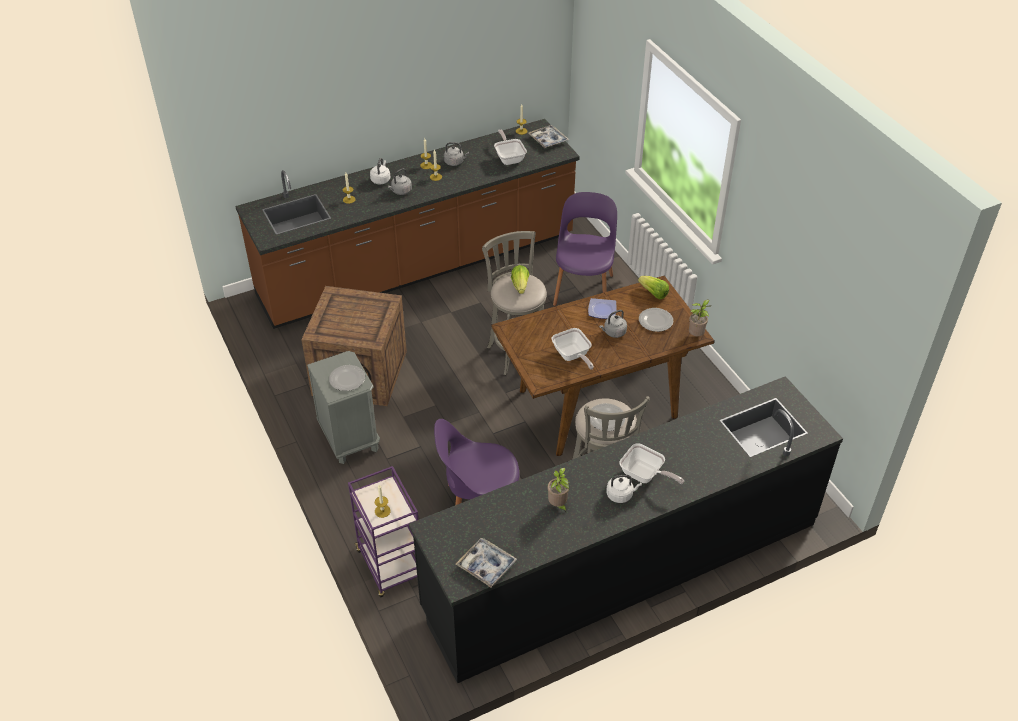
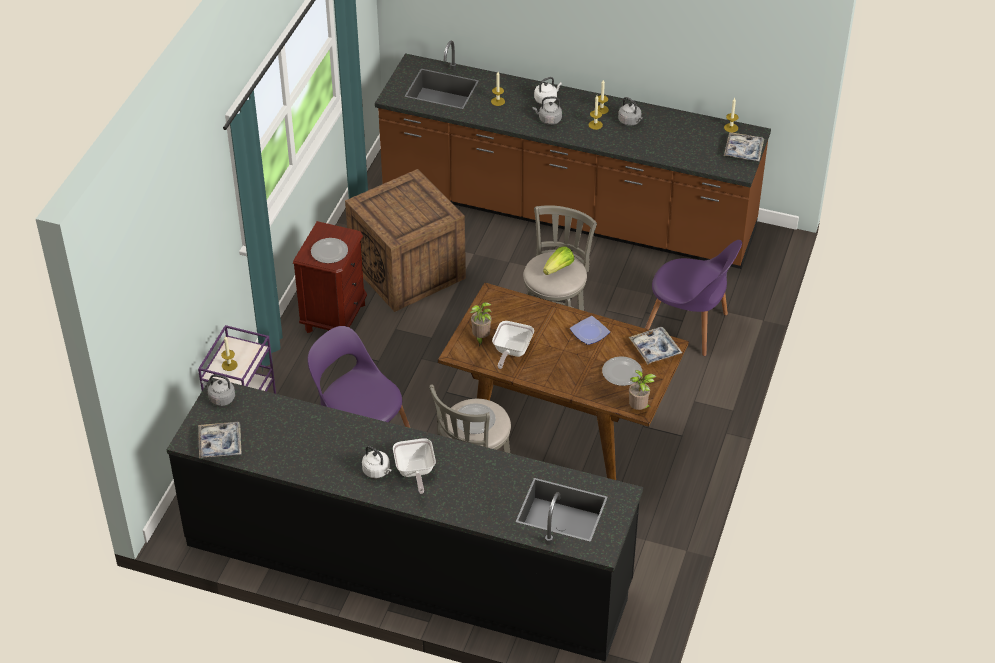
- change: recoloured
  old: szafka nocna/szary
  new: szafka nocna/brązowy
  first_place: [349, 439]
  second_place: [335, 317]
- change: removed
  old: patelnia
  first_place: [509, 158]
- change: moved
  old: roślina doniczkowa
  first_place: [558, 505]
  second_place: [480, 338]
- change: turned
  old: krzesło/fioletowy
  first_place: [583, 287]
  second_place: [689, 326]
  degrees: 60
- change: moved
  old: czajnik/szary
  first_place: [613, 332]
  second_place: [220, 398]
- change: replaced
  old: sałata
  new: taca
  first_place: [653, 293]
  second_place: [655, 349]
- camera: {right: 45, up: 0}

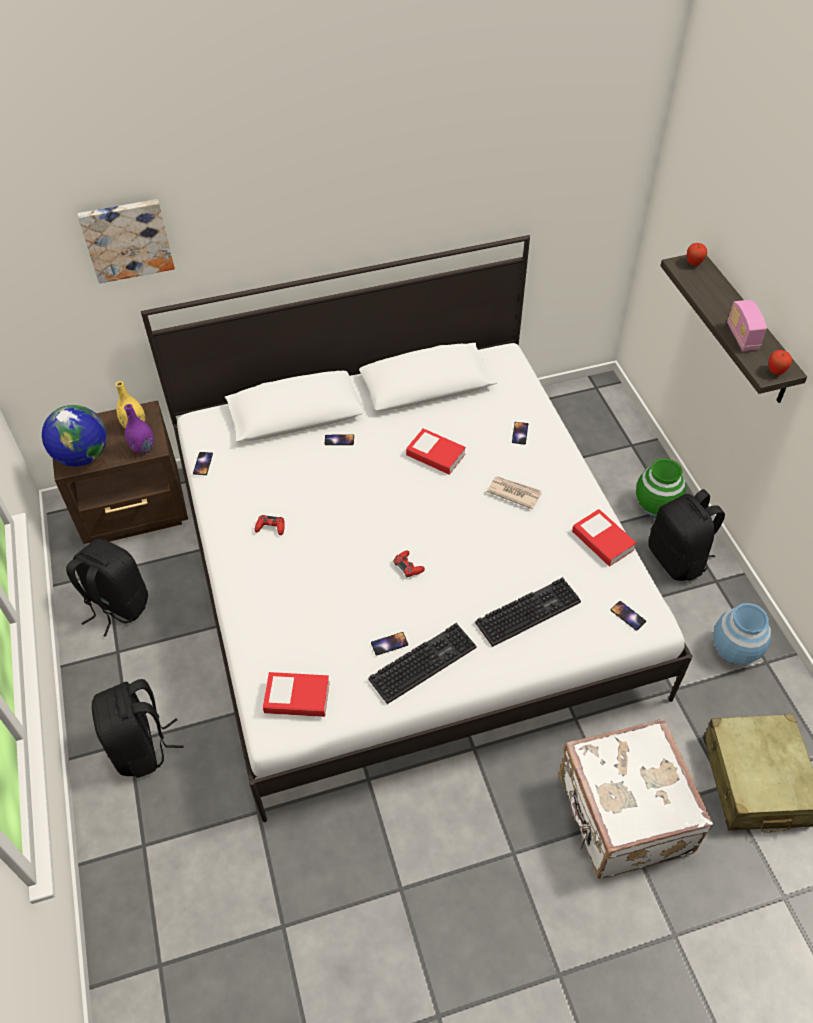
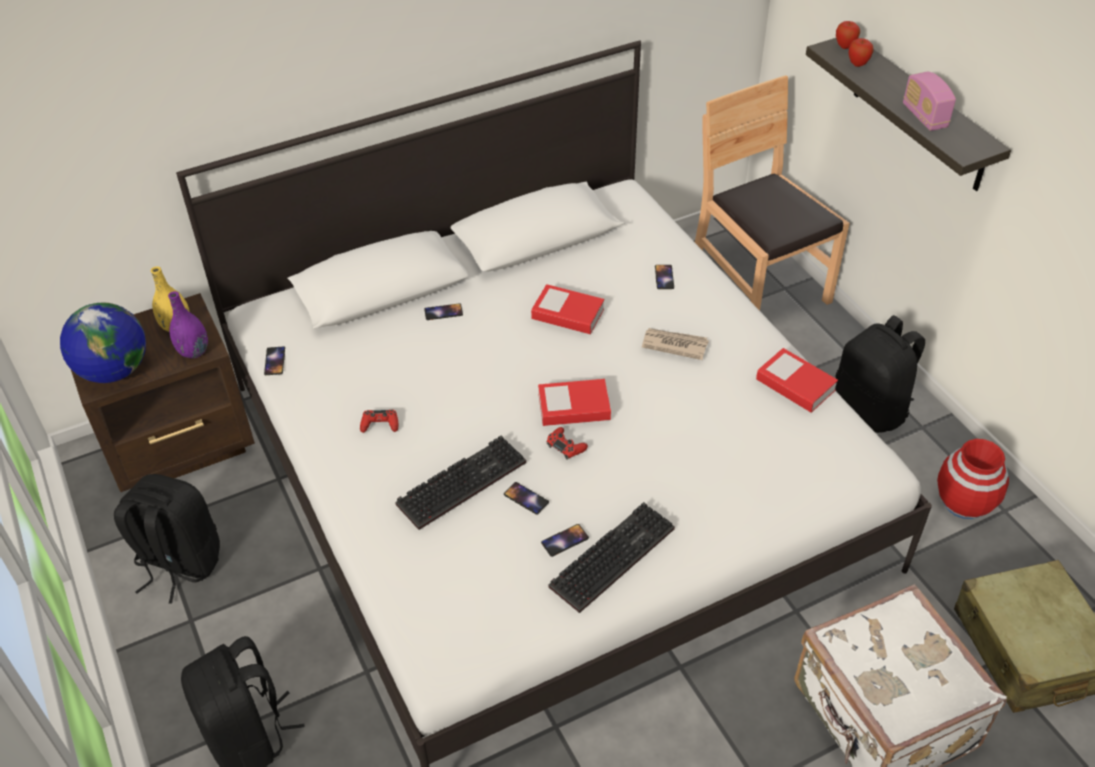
- change: removed
  old: obraz
  first_place: [127, 239]
- change: moved
  old: książka
  first_place: [297, 697]
  second_place: [574, 407]
- change: moved
  old: klawiatura
  first_place: [528, 610]
  second_place: [462, 481]
- change: moved
  old: telefon
  first_place: [628, 616]
  second_place: [526, 498]
- change: removed
  old: wazon/zielony
  first_place: [655, 505]
- change: recoloured
  old: wazon/niebieski
  new: wazon/czerwony
  first_place: [734, 649]
  second_place: [964, 502]
- change: moved
  old: jabłko
  first_place: [776, 372]
  second_place: [858, 64]
- change: added
  new: krzesło/brązowy
  second_place: [758, 286]
- camera: {right: -10, up: -5}

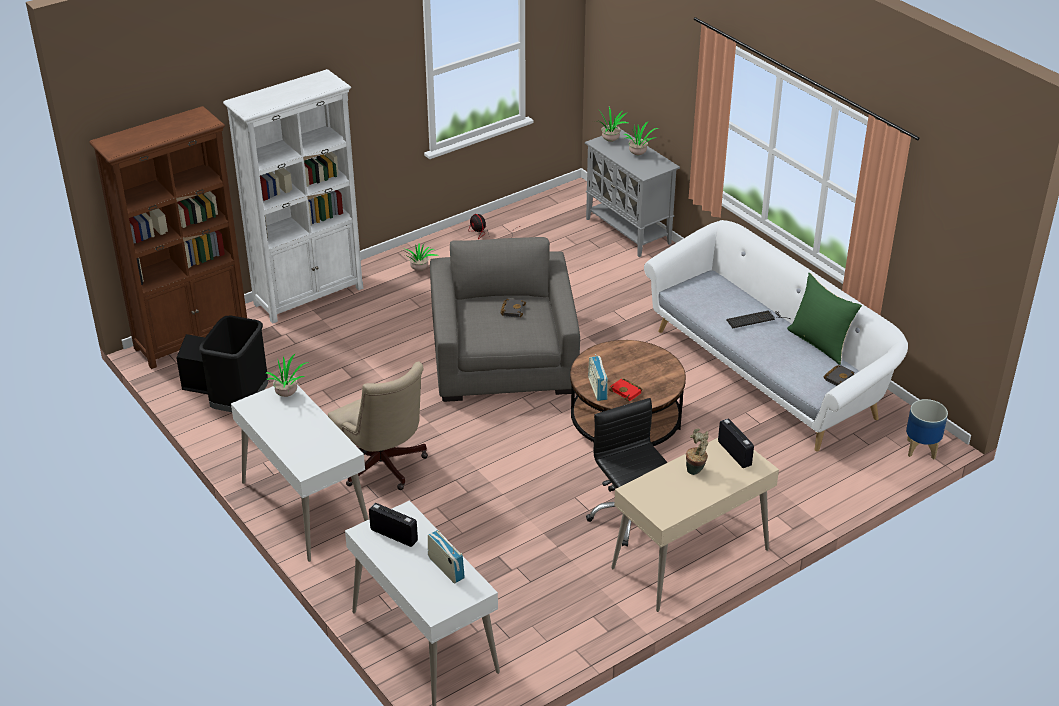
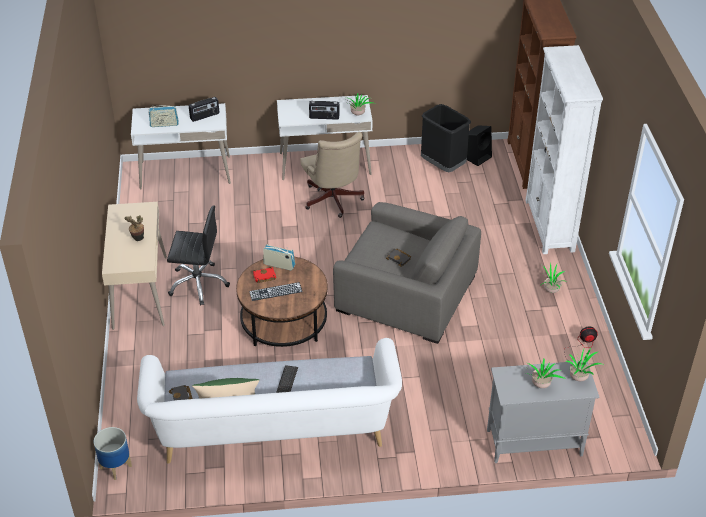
- change: turned
  old: krzesło biurowe/beżowy
  first_place: [383, 468]
  second_place: [333, 201]
  degrees: -105
- change: moved
  old: radio
  first_place: [735, 453]
  second_place: [324, 117]
- change: added
  new: klawiatura
  second_place: [275, 291]
- camera: {right: 120, up: 5}

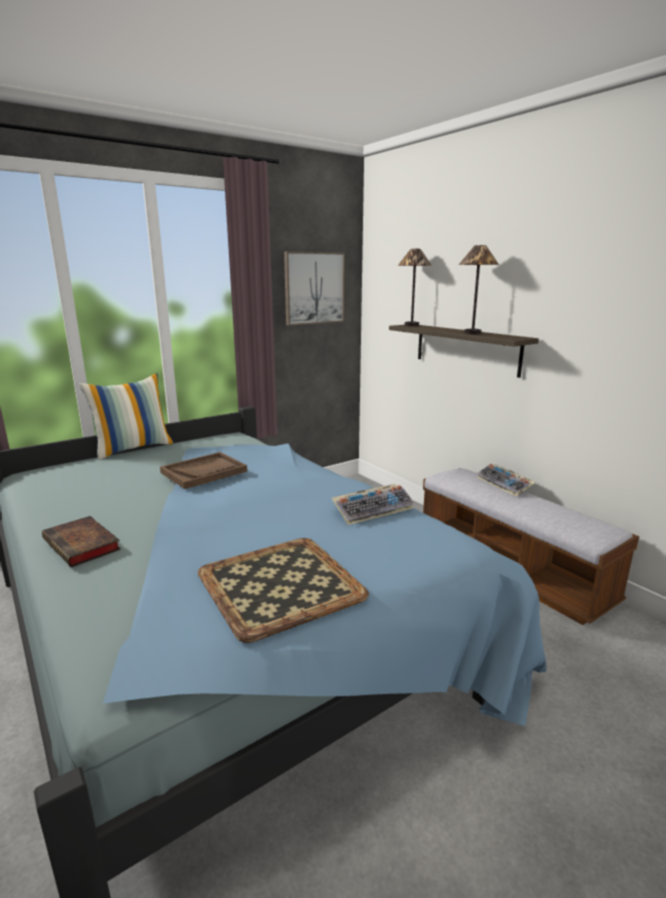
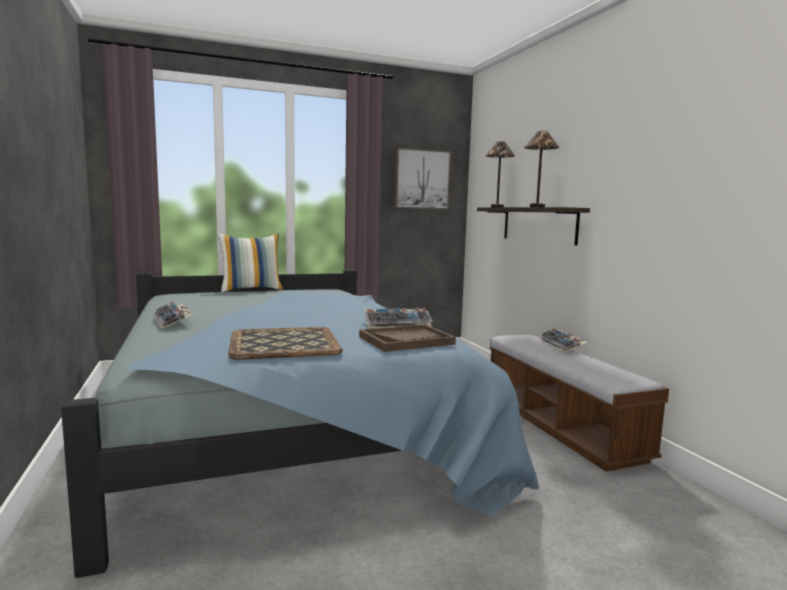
- change: replaced
  old: książka
  new: klawiatura
  first_place: [83, 545]
  second_place: [173, 321]
- change: moved
  old: taca/brązowy
  first_place: [204, 472]
  second_place: [406, 340]
- camera: {right: 15, up: -10}

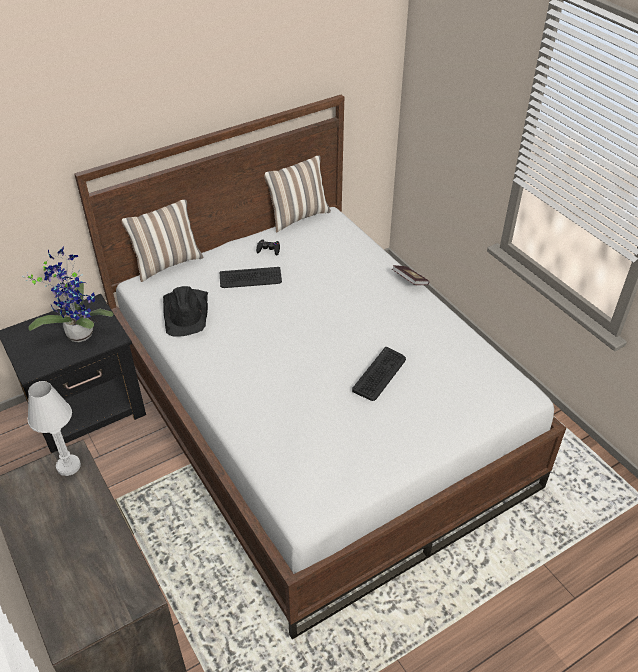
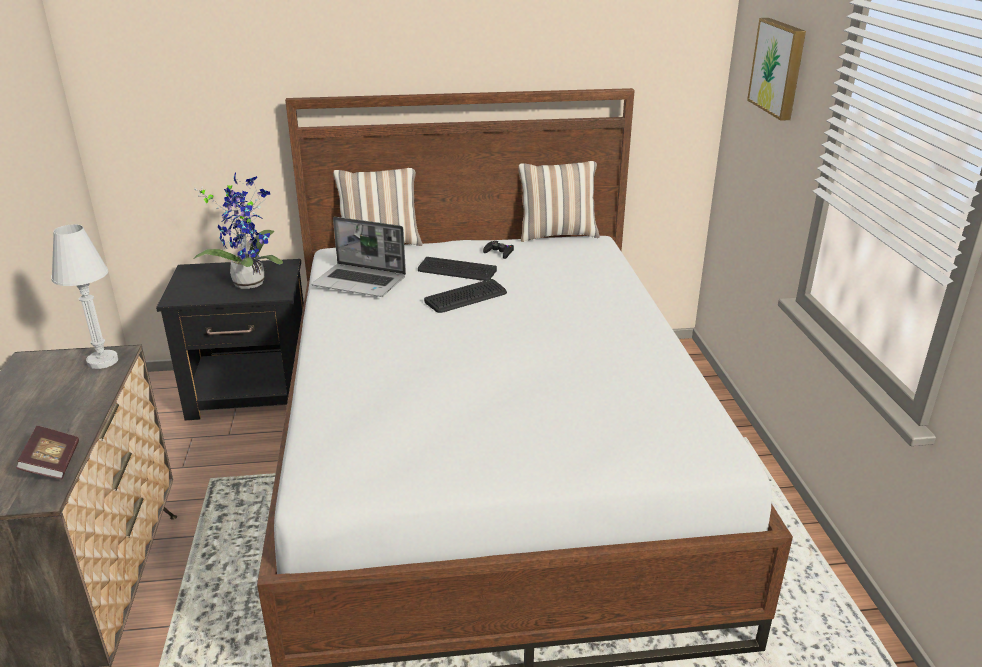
- change: replaced
  old: kapelusz/czarny
  new: laptop
  first_place: [187, 313]
  second_place: [361, 282]
- change: moved
  old: klawiatura
  first_place: [380, 374]
  second_place: [466, 297]
- change: moved
  old: książka
  first_place: [409, 281]
  second_place: [53, 464]
- change: added
  new: obraz
  second_place: [779, 67]
- camera: {right: 25, up: -15}

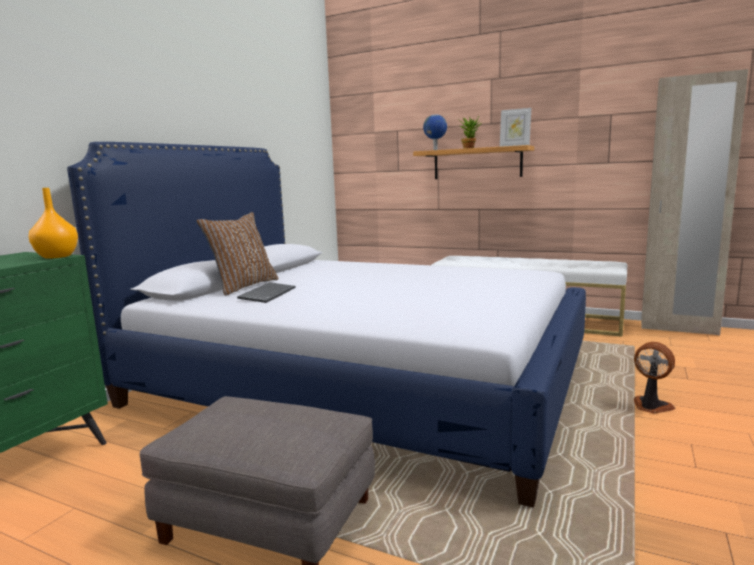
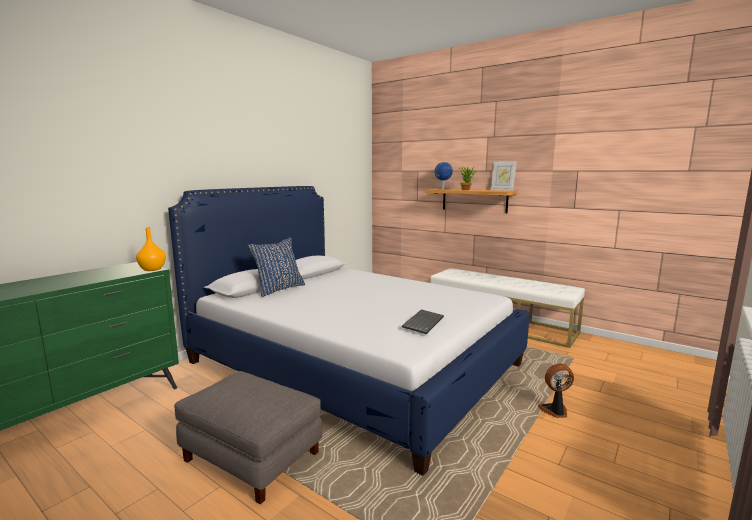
- change: recoloured
  old: poduszka/brązowy
  new: poduszka/niebieski
  first_place: [243, 286]
  second_place: [278, 289]
- change: moved
  old: klawiatura
  first_place: [267, 294]
  second_place: [422, 322]
- change: turned
  old: wentylator
  first_place: [650, 407]
  second_place: [555, 411]
  degrees: -60
- change: removed
  old: szafa/beżowy
  first_place: [678, 328]
- camera: {right: 10, up: 0}

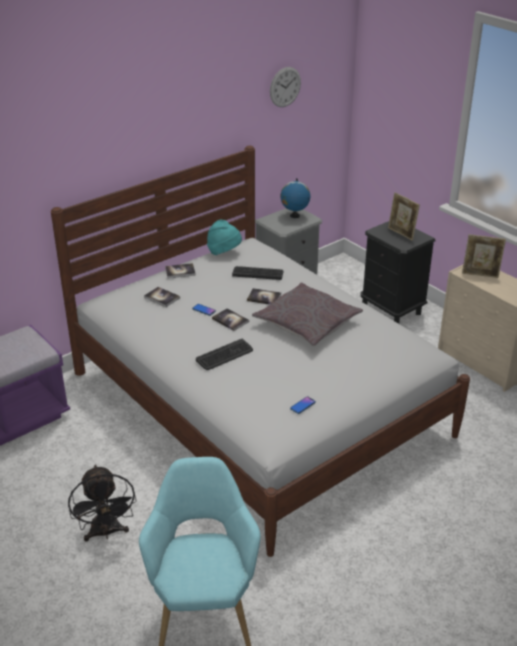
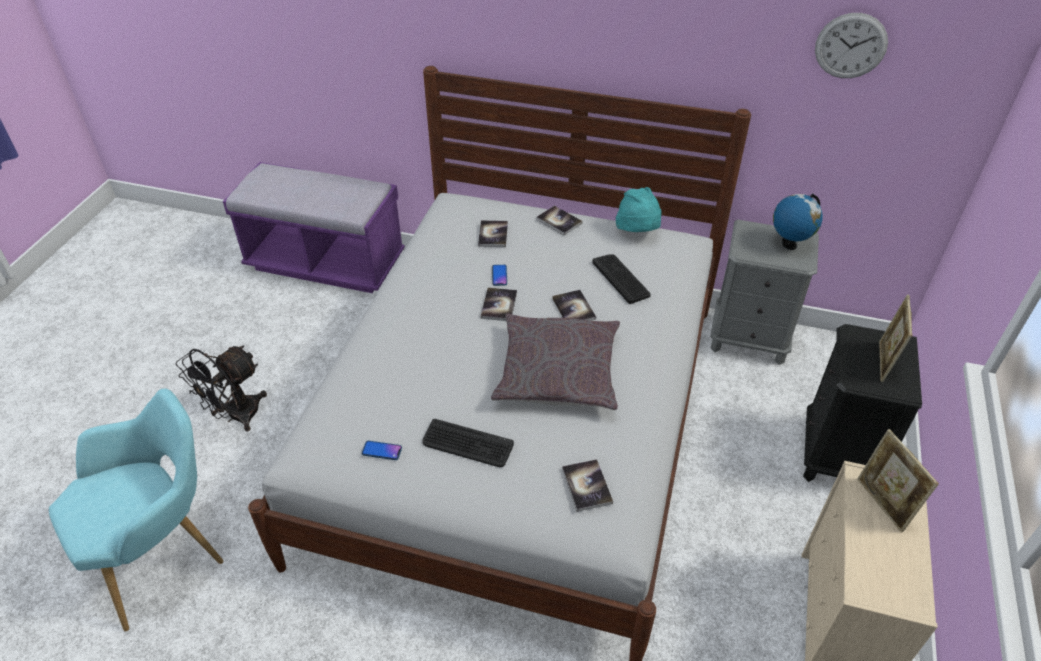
- change: moved
  old: klawiatura
  first_place: [224, 355]
  second_place: [467, 444]
- change: added
  new: książka
  second_place: [587, 486]
- camera: {right: 55, up: 10}

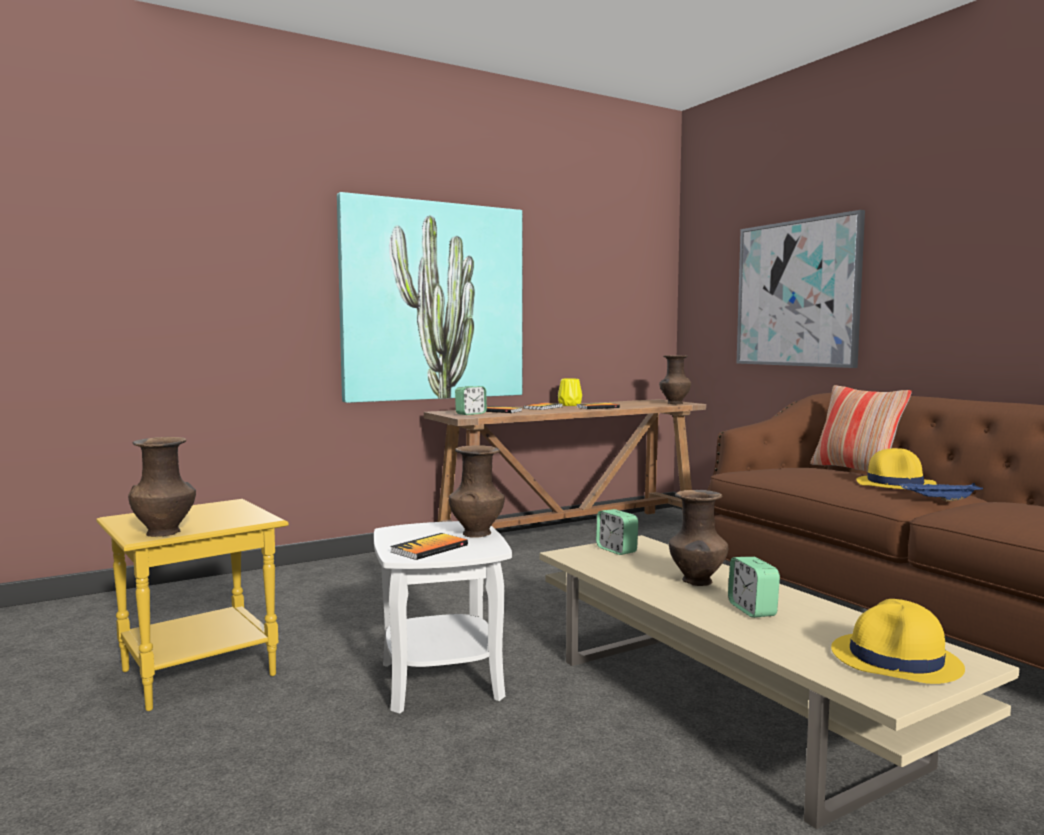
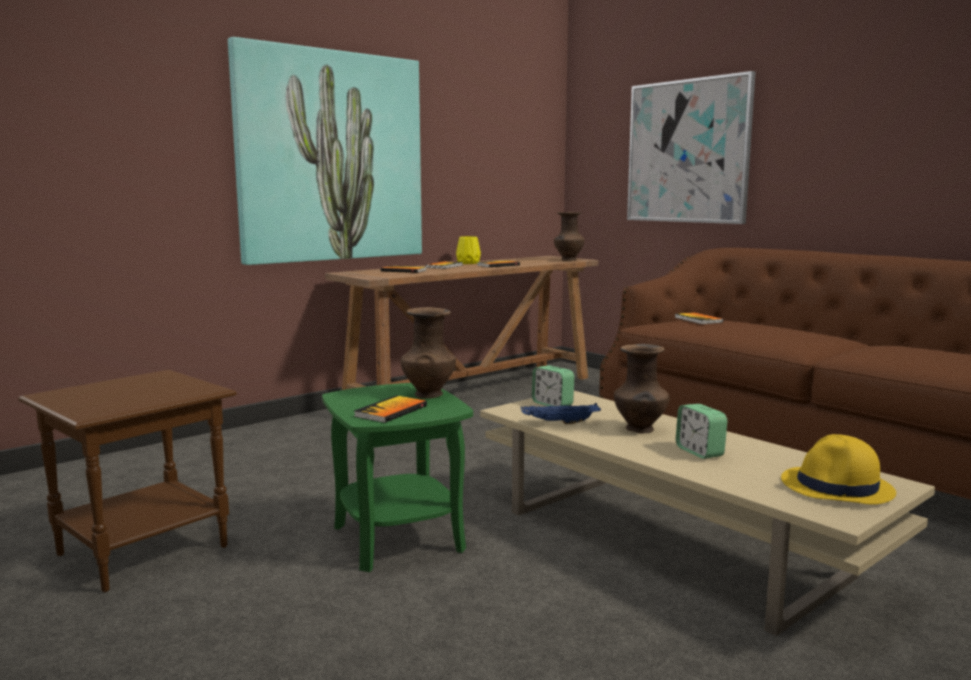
- change: recoloured
  old: stolik/żółty
  new: stolik/brązowy
  first_place: [196, 673]
  second_place: [141, 551]
- change: removed
  old: wazon/brązowy
  first_place: [165, 533]
- change: recoloured
  old: stolik/biały
  new: stolik/zielony
  first_place: [440, 680]
  second_place: [397, 538]
- change: removed
  old: budzik
  first_place: [471, 414]
- change: removed
  old: poduszka
  first_place: [855, 470]
- change: removed
  old: kapelusz/żółty
  first_place: [896, 484]
- change: moved
  old: taca/niebieski
  first_place: [939, 500]
  second_place: [559, 423]
- change: added
  new: książka
  second_place: [698, 320]
- camera: {right: -10, up: 5}

